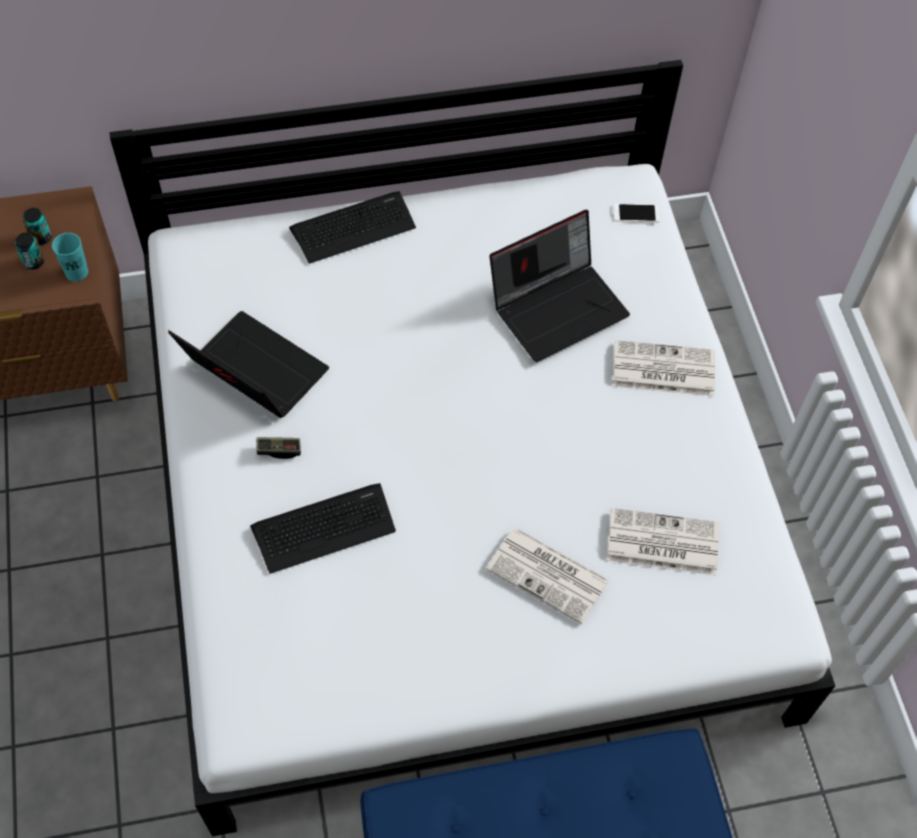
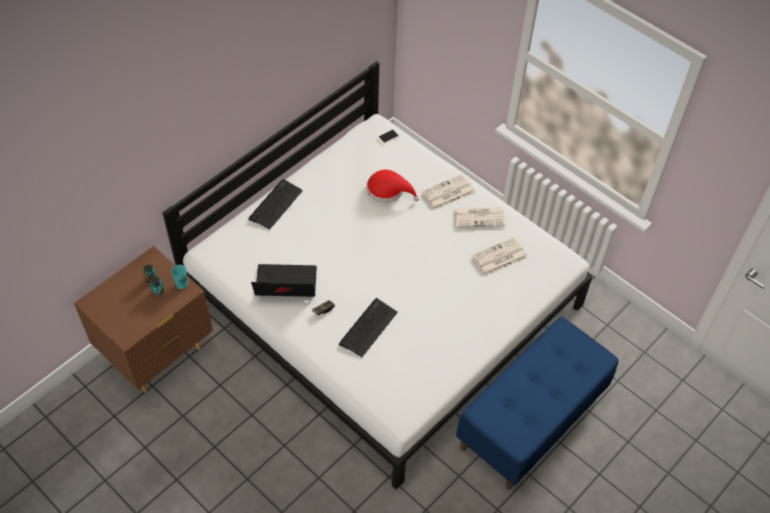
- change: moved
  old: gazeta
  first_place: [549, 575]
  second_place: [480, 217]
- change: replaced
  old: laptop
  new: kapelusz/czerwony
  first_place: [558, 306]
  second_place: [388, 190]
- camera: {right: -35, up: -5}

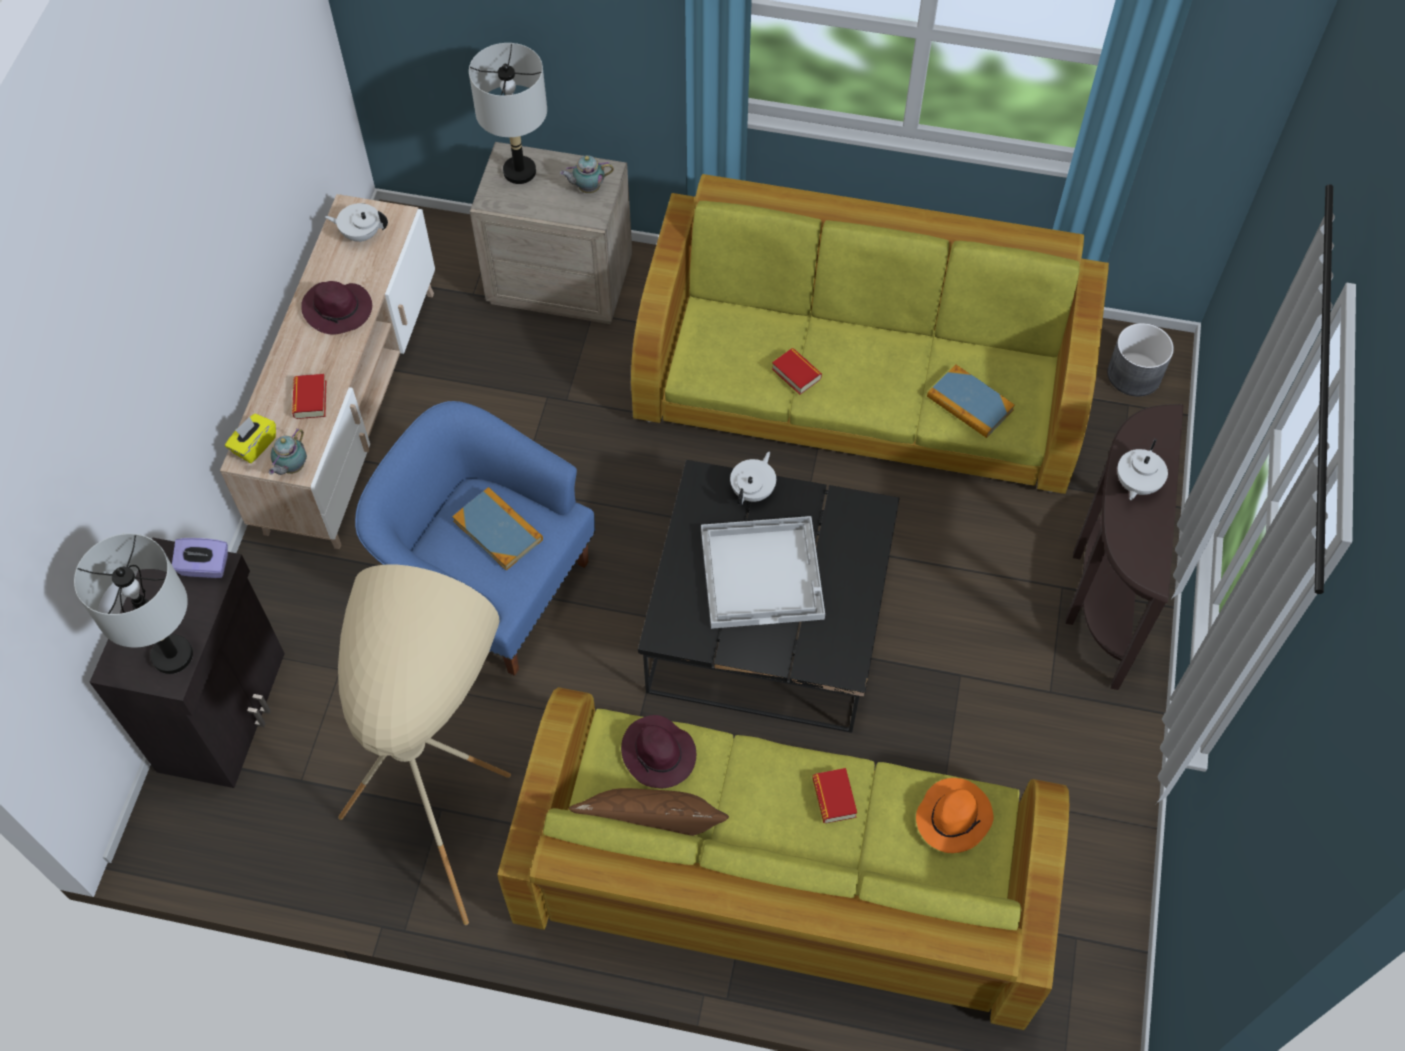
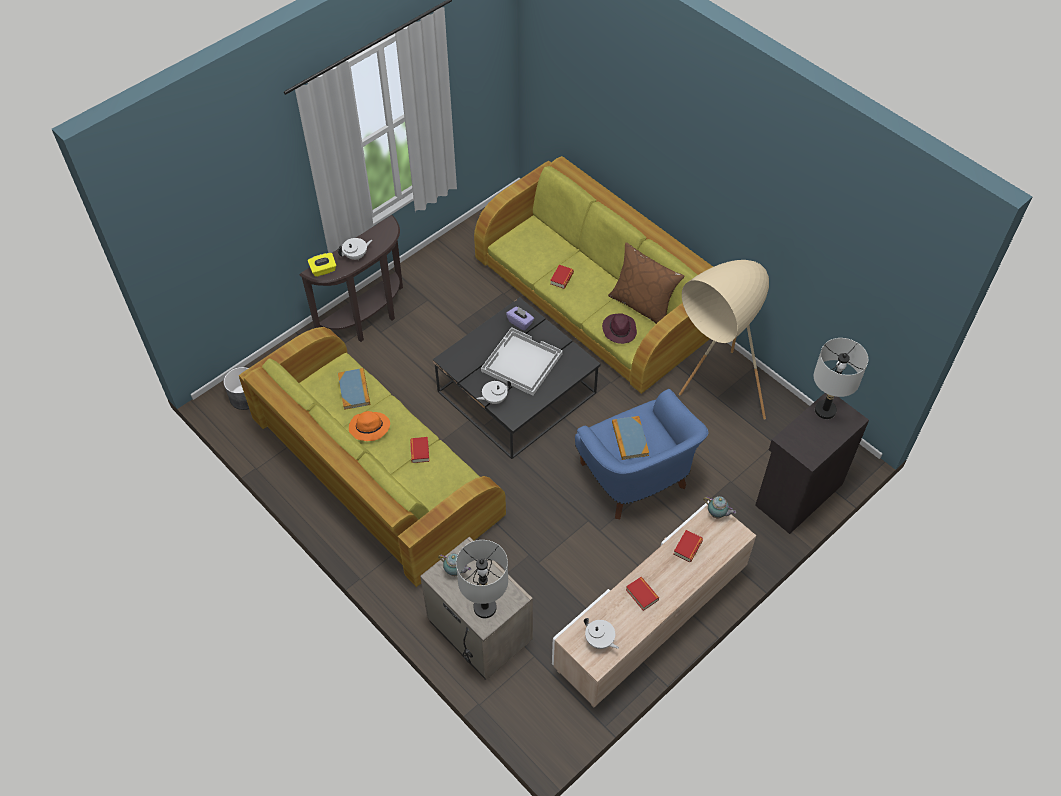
- change: moved
  old: pudełko chusteczek/fioletowy
  first_place: [204, 567]
  second_place: [520, 322]
- change: moved
  old: pudełko chusteczek/żółty
  first_place: [254, 445]
  second_place: [323, 270]
- change: turned
  old: imbryk
  first_place: [292, 467]
  second_place: [717, 514]
  degrees: 60
- change: replaced
  old: kapelusz/fioletowy
  new: książka
  first_place: [339, 310]
  second_place: [642, 595]
- change: moved
  old: kapelusz/pomarańczowy
  first_place: [953, 816]
  second_place: [369, 428]
- camera: {right: -145, up: -5}

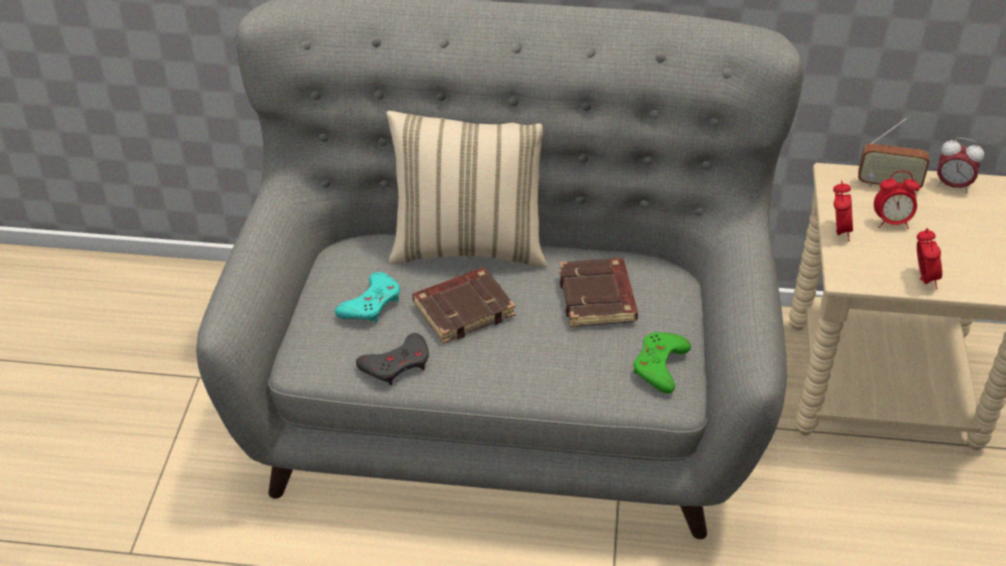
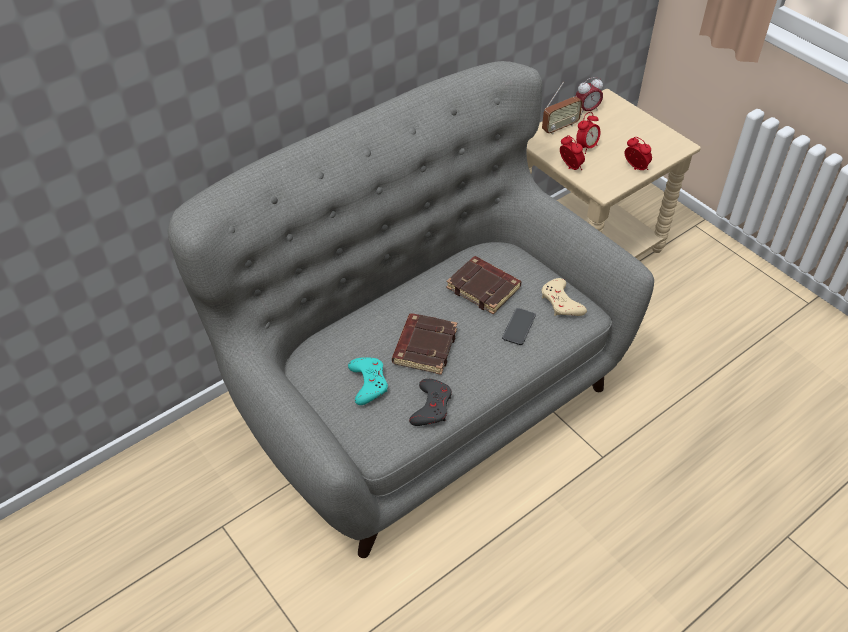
- change: removed
  old: poduszka/beżowy
  first_place: [469, 246]
- change: recoloured
  old: pad do gier/zielony
  new: pad do gier/beżowy
  first_place: [660, 366]
  second_place: [561, 302]
- change: added
  new: telefon
  second_place: [519, 327]
- camera: {right: -45, up: 5}

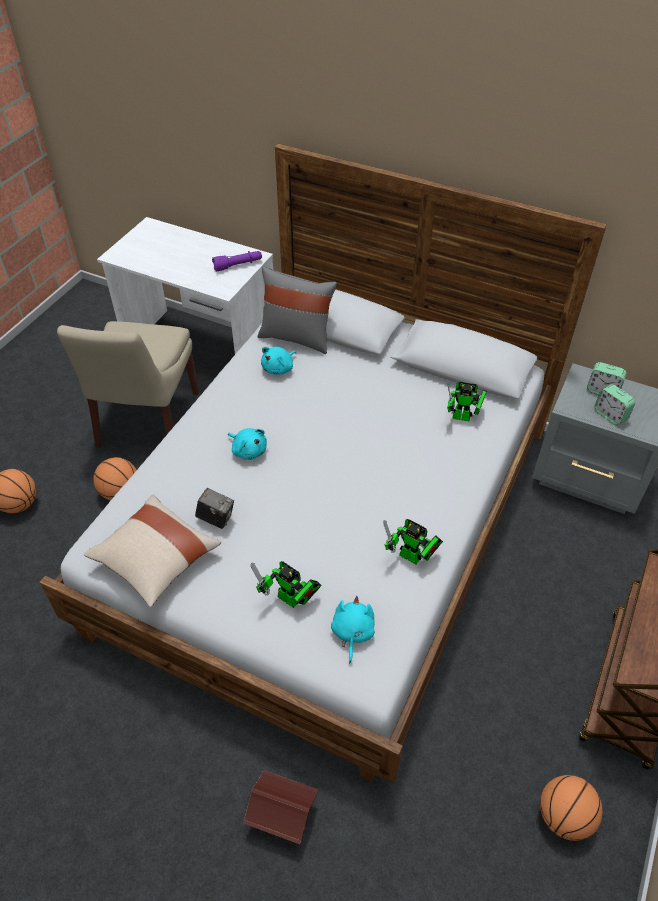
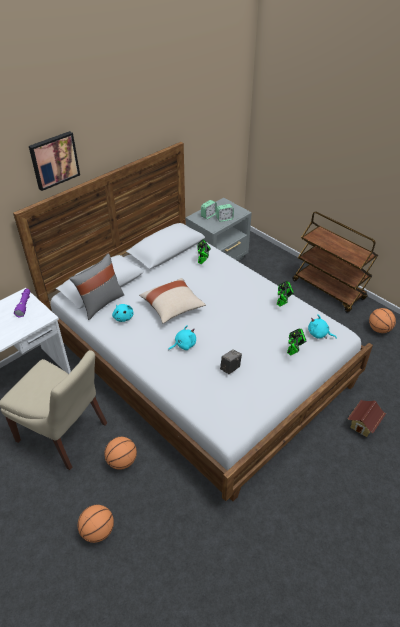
- change: moved
  old: poduszka/beżowy
  first_place: [156, 559]
  second_place: [173, 307]
- change: added
  new: obraz
  second_place: [54, 160]
- camera: {right: -70, up: -5}

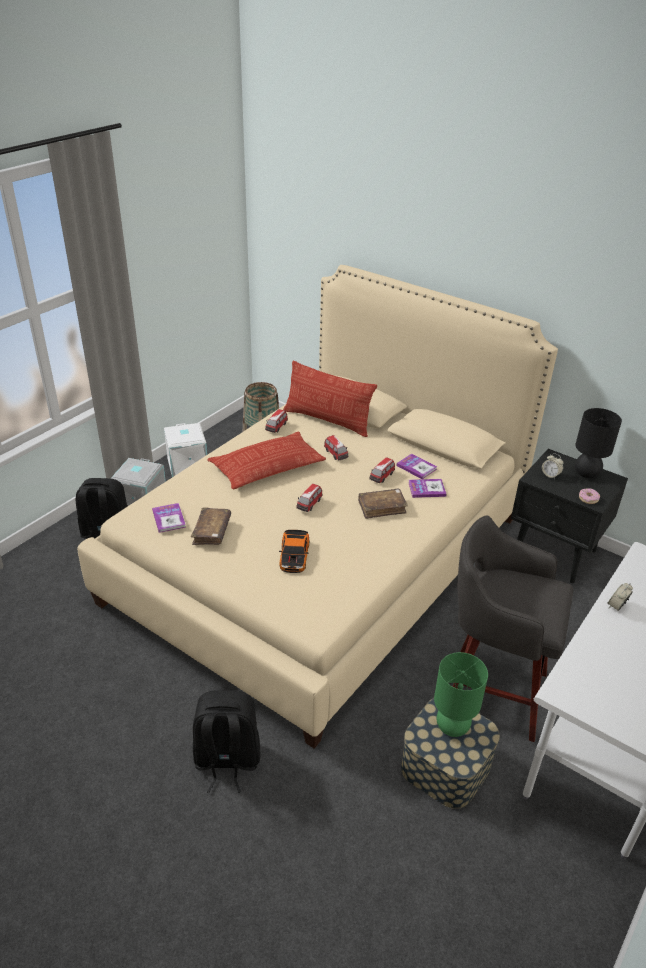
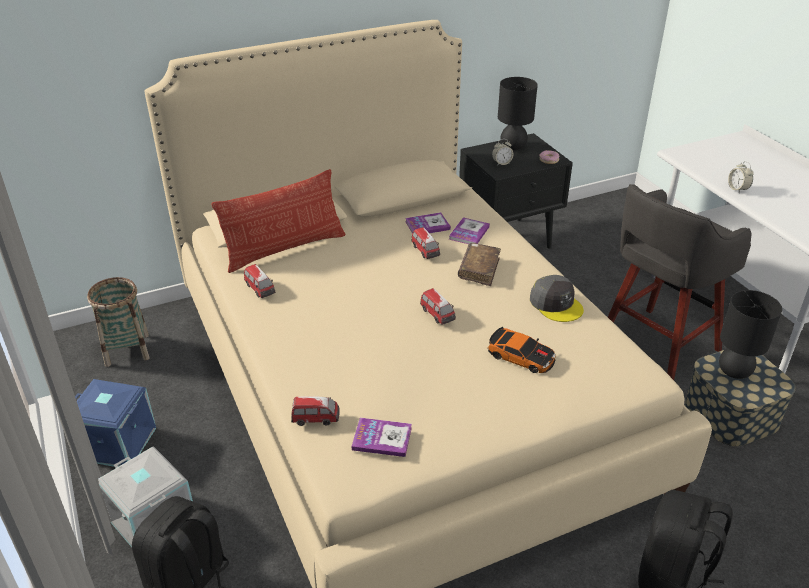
- change: recoloured
  old: pojemnik do przechowywania/biały
  new: pojemnik do przechowywania/niebieski
  first_place: [188, 465]
  second_place: [118, 442]
- change: removed
  old: książka/brązowy
  first_place: [212, 531]
- change: removed
  old: poduszka
  first_place: [267, 466]
- change: moved
  old: samochodzik
  first_place: [336, 454]
  second_place: [316, 418]
- change: recoloured
  old: lampa stołowa/zielony
  new: lampa stołowa/czarny
  first_place: [452, 726]
  second_place: [734, 372]
- change: added
  new: czapka z daszkiem/szary
  second_place: [556, 304]
- camera: {right: -60, up: 0}

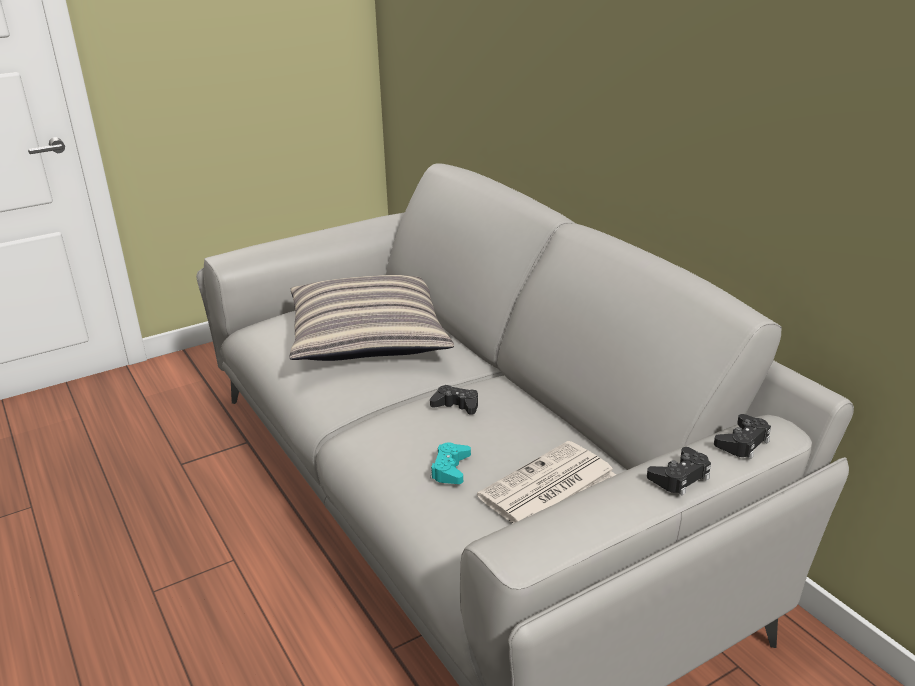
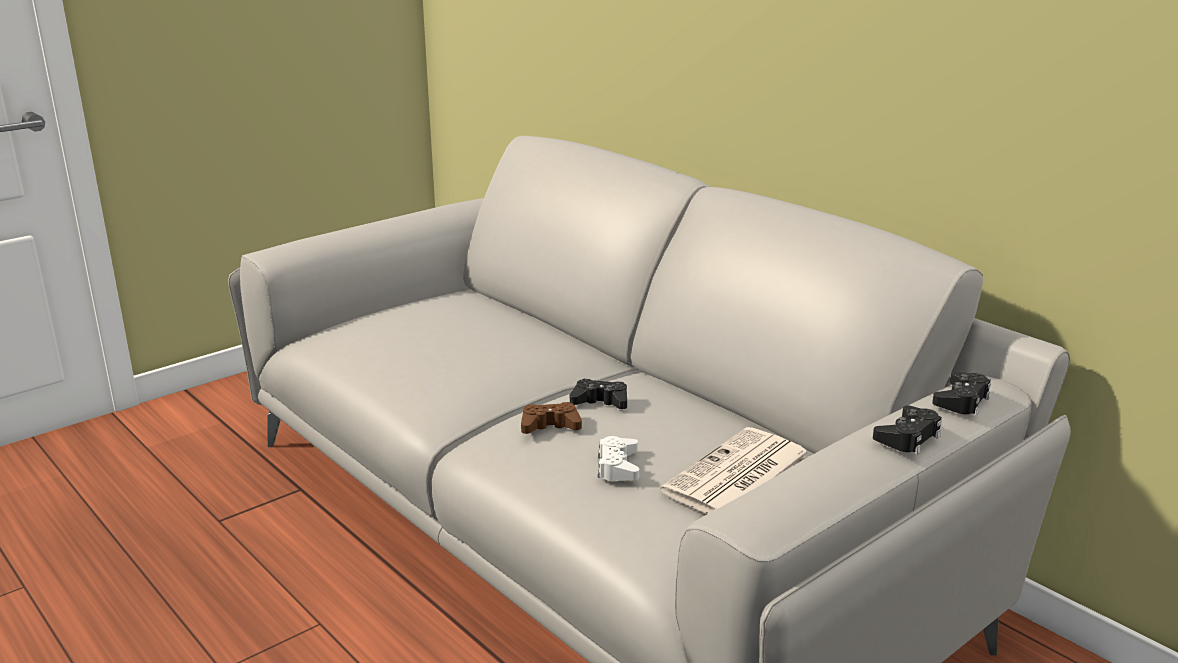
- change: removed
  old: poduszka
  first_place: [368, 337]
- change: recoloured
  old: pad do gier/turkusowy
  new: pad do gier/biały
  first_place: [450, 469]
  second_place: [618, 466]
- change: added
  new: pad do gier/brązowy
  second_place: [550, 426]
- camera: {right: -10, up: -5}

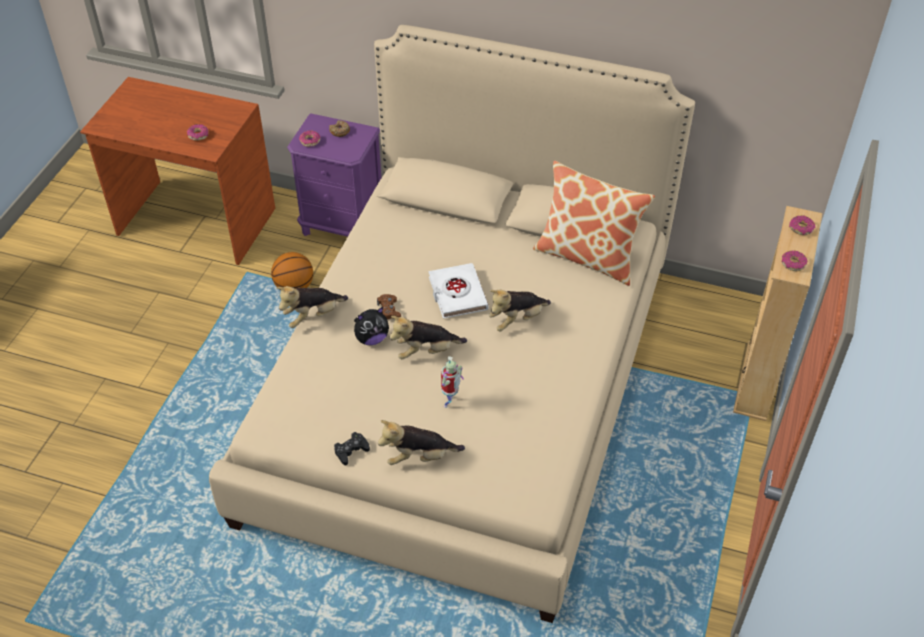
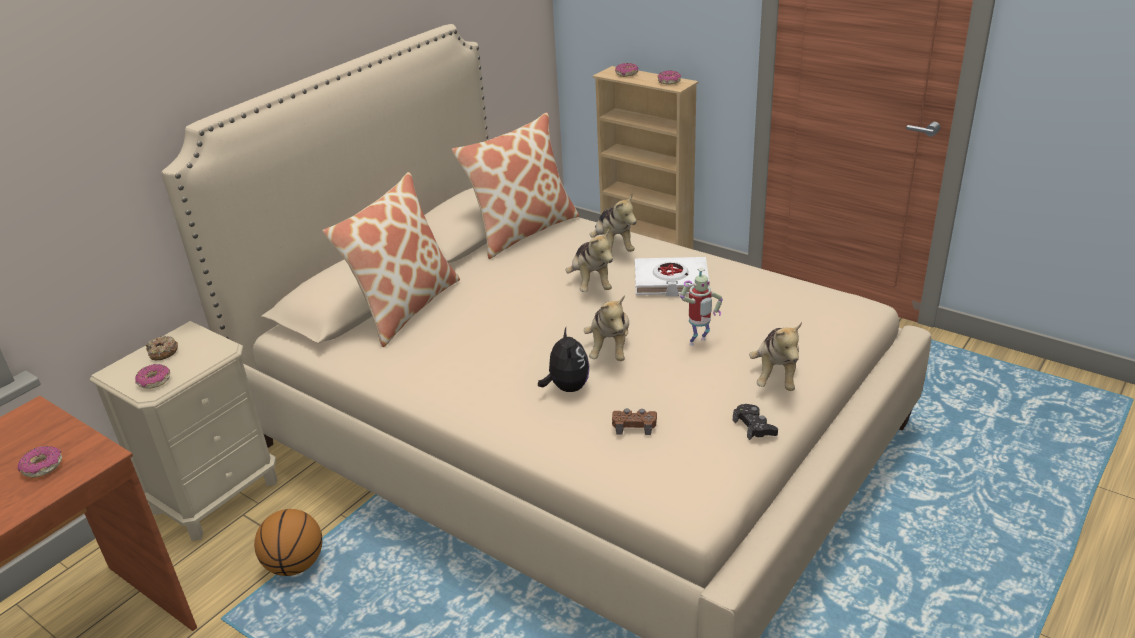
- change: moved
  old: pluszak
  first_place: [313, 316]
  second_place: [613, 247]
- change: recoloured
  old: szafka nocna/fioletowy
  new: szafka nocna/beżowy
  first_place: [342, 225]
  second_place: [216, 495]
- change: moved
  old: pad do gier/brązowy
  first_place: [389, 310]
  second_place: [634, 425]
- change: moved
  old: książka/biały
  first_place: [457, 294]
  second_place: [671, 281]
- change: turned
  old: robot zabawkowy
  first_place: [450, 403]
  second_place: [698, 343]
  degrees: 105
- change: added
  new: poduszka
  second_place: [405, 307]
- camera: {right: -70, up: -15}

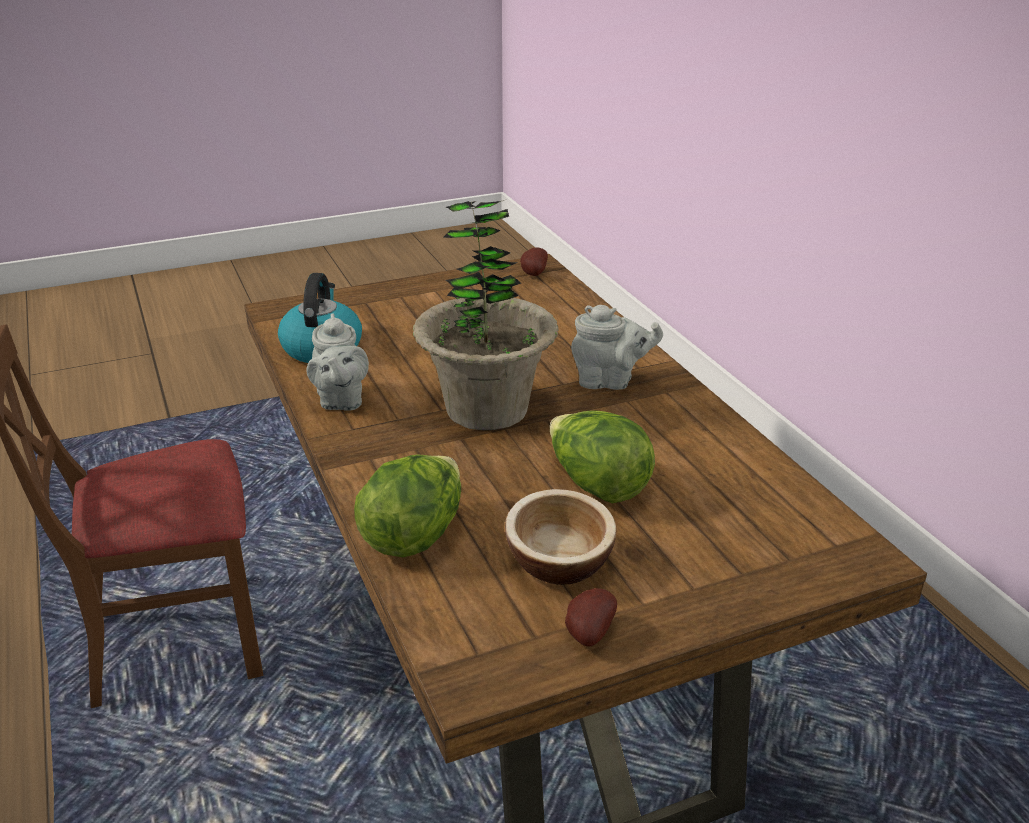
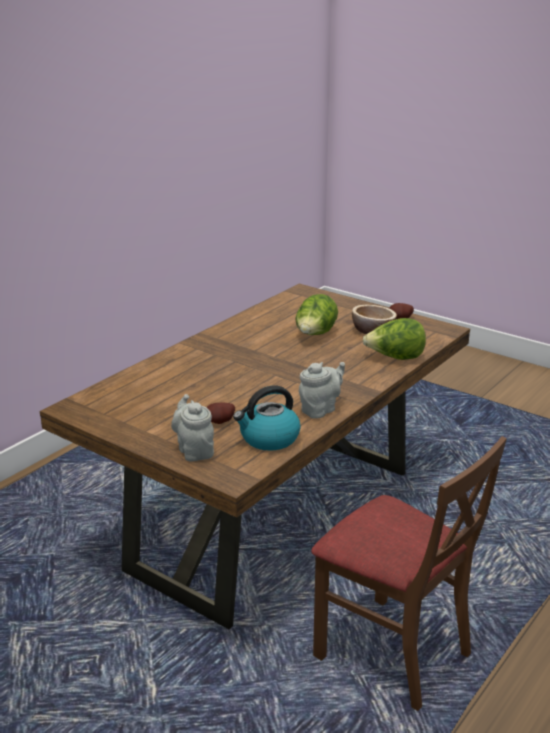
- change: removed
  old: roślina doniczkowa
  first_place: [487, 409]
- change: moved
  old: ziemniak
  first_place: [533, 274]
  second_place: [221, 422]
- change: moved
  old: imbryk/szary
  first_place: [610, 381]
  second_place: [194, 450]
- camera: {right: -120, up: -5}

